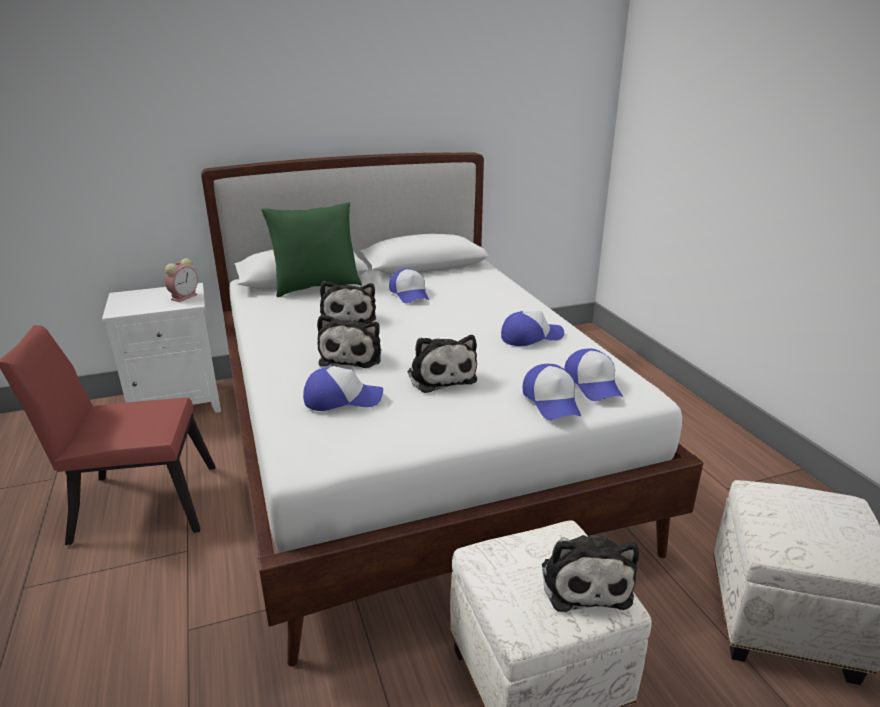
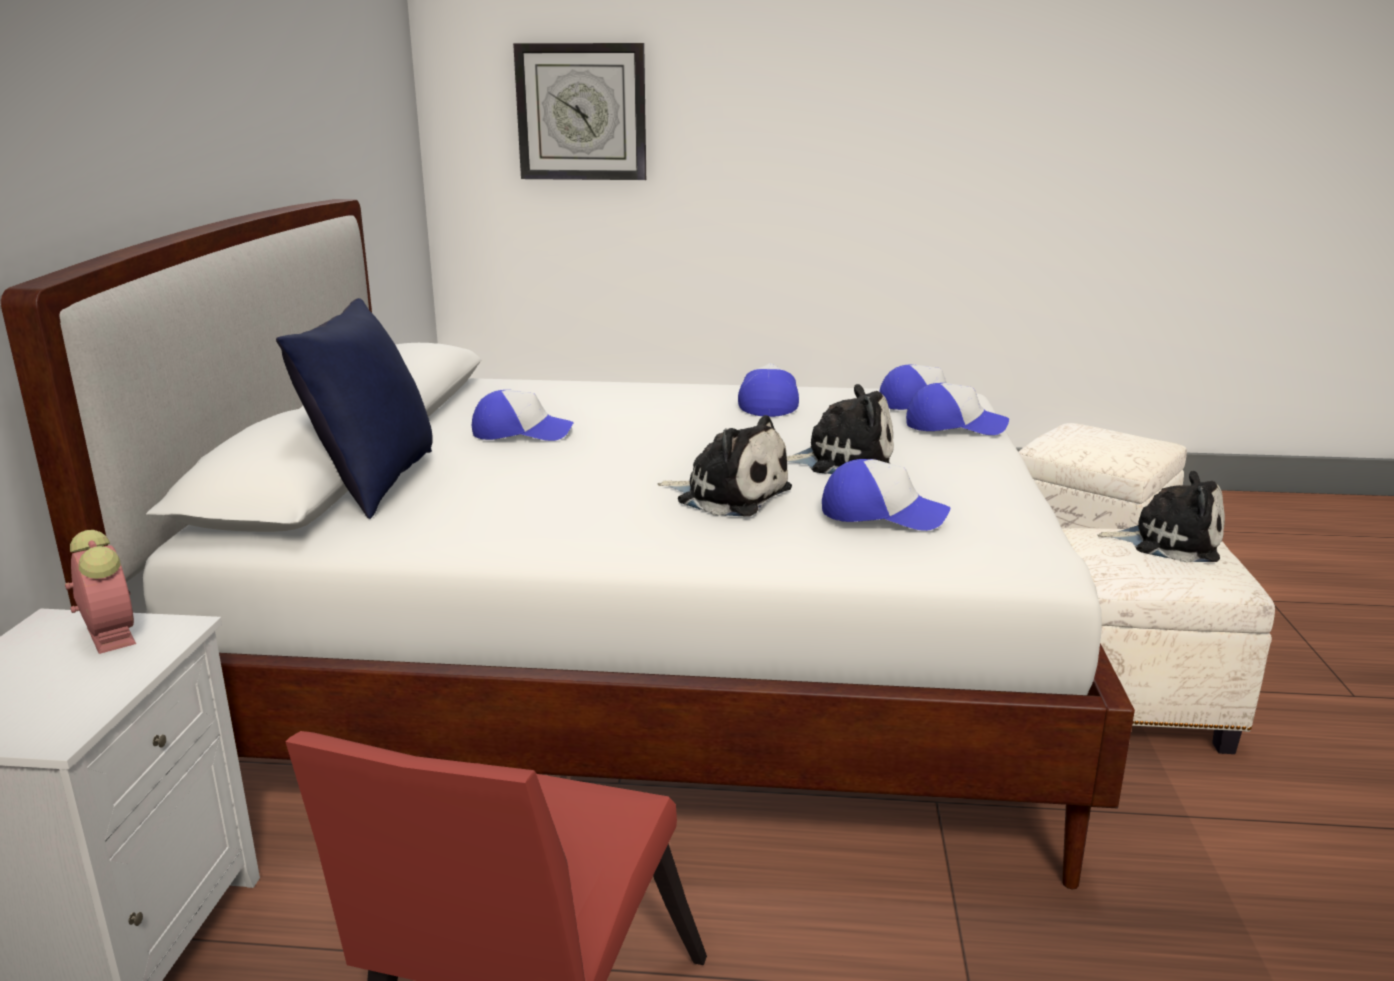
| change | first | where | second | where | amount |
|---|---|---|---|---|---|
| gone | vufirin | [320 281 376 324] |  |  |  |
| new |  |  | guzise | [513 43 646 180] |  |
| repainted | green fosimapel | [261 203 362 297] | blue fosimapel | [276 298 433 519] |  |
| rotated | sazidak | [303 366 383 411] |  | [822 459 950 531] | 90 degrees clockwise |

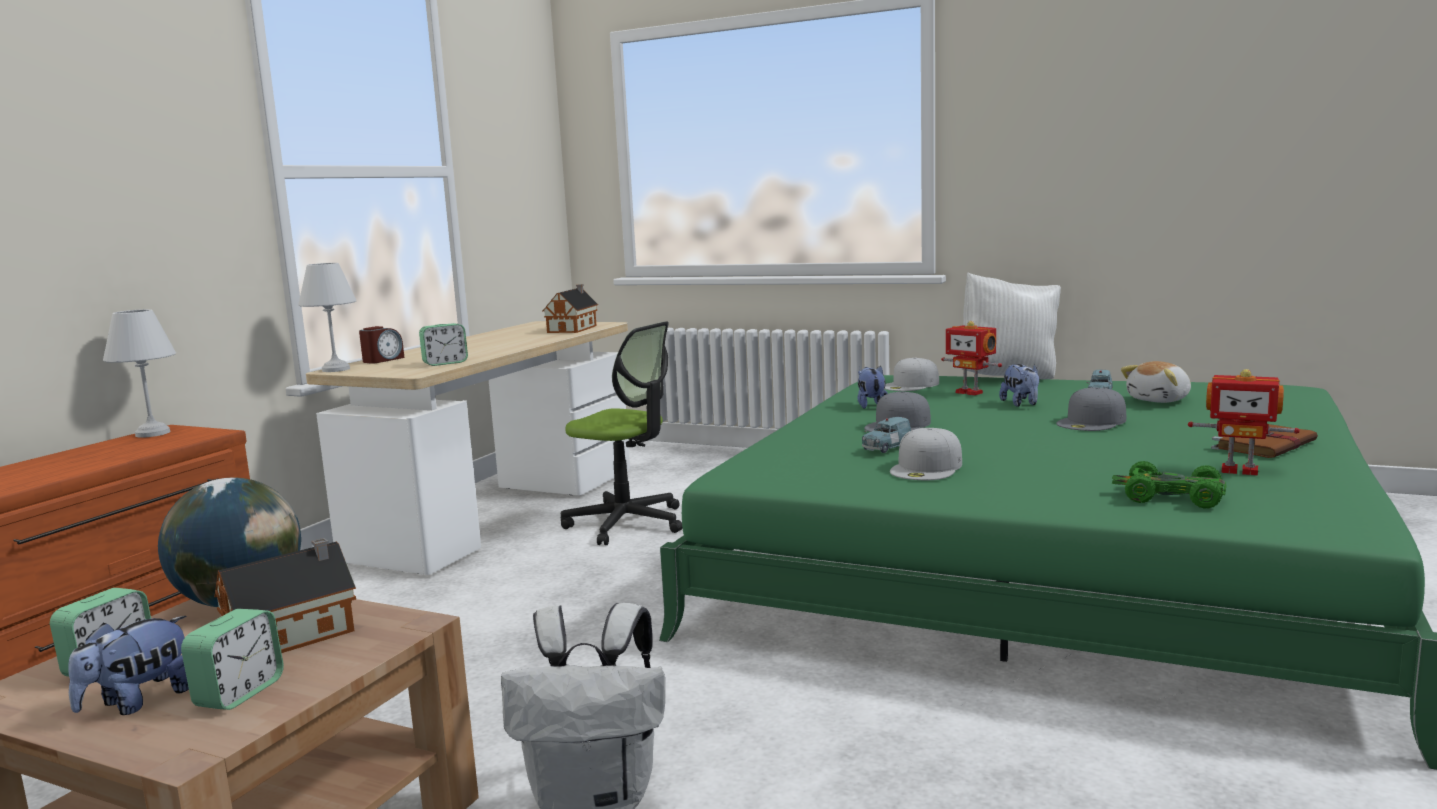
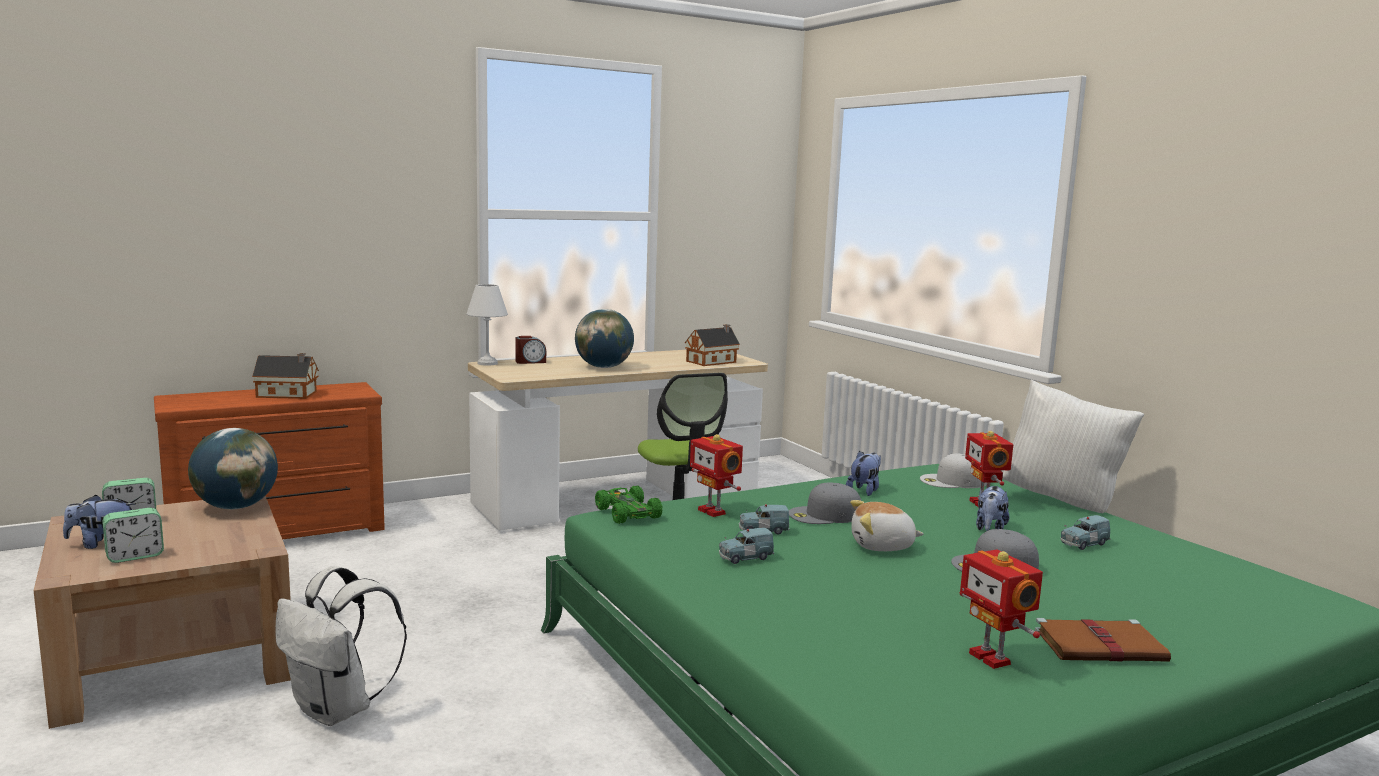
| change | first | where | second | where | amount |
|---|---|---|---|---|---|
| gone | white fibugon | [103 309 176 437] |  |  |  |
| gone | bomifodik | [419 323 468 366] |  |  |  |
| new |  |  | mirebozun | [575 309 634 368] |  |
| new |  |  | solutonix | [690 434 743 517] |  |
| shifted | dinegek | [214 538 356 653] |  | [252 353 319 399] |  |
| shifted | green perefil | [1112 461 1226 509] |  | [595 485 663 524] |  |
| shifted | vufirin | [1121 361 1191 403] |  | [850 500 924 551] |  |
| swapped | white sazidak | [890 428 962 480] | blue perefil | [719 528 774 564] |  |

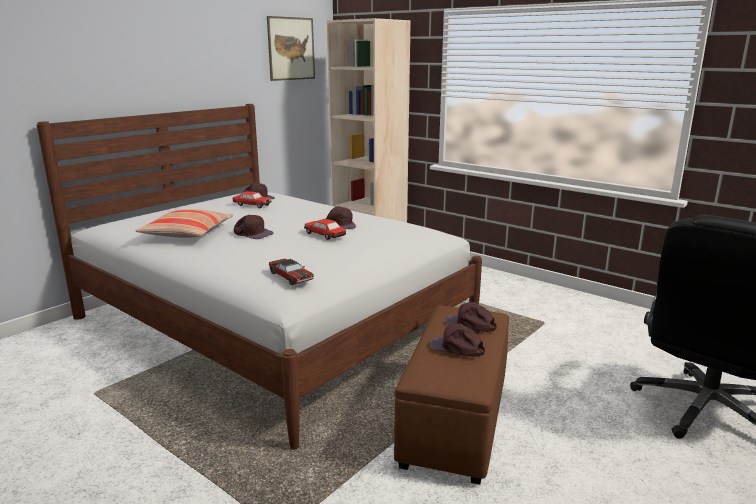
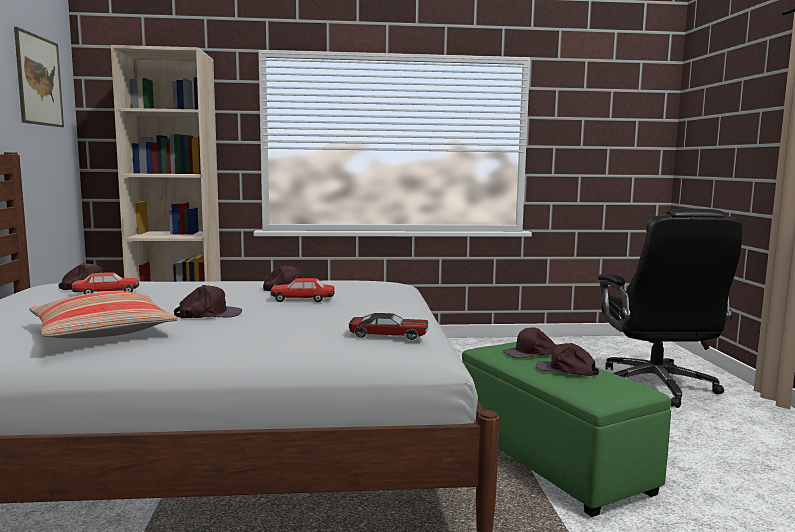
| change | first | where | second | where | amount |
|---|---|---|---|---|---|
| repainted | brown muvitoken | [394 306 509 485] | green muvitoken | [462 342 671 517] |  |
| rotated | brown sazidak | [429 323 485 357] |  | [536 343 599 376] | 45 degrees clockwise |

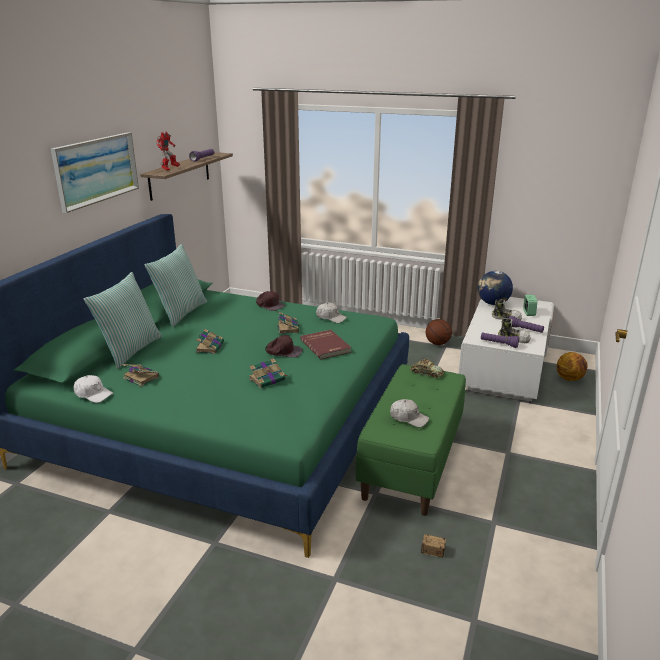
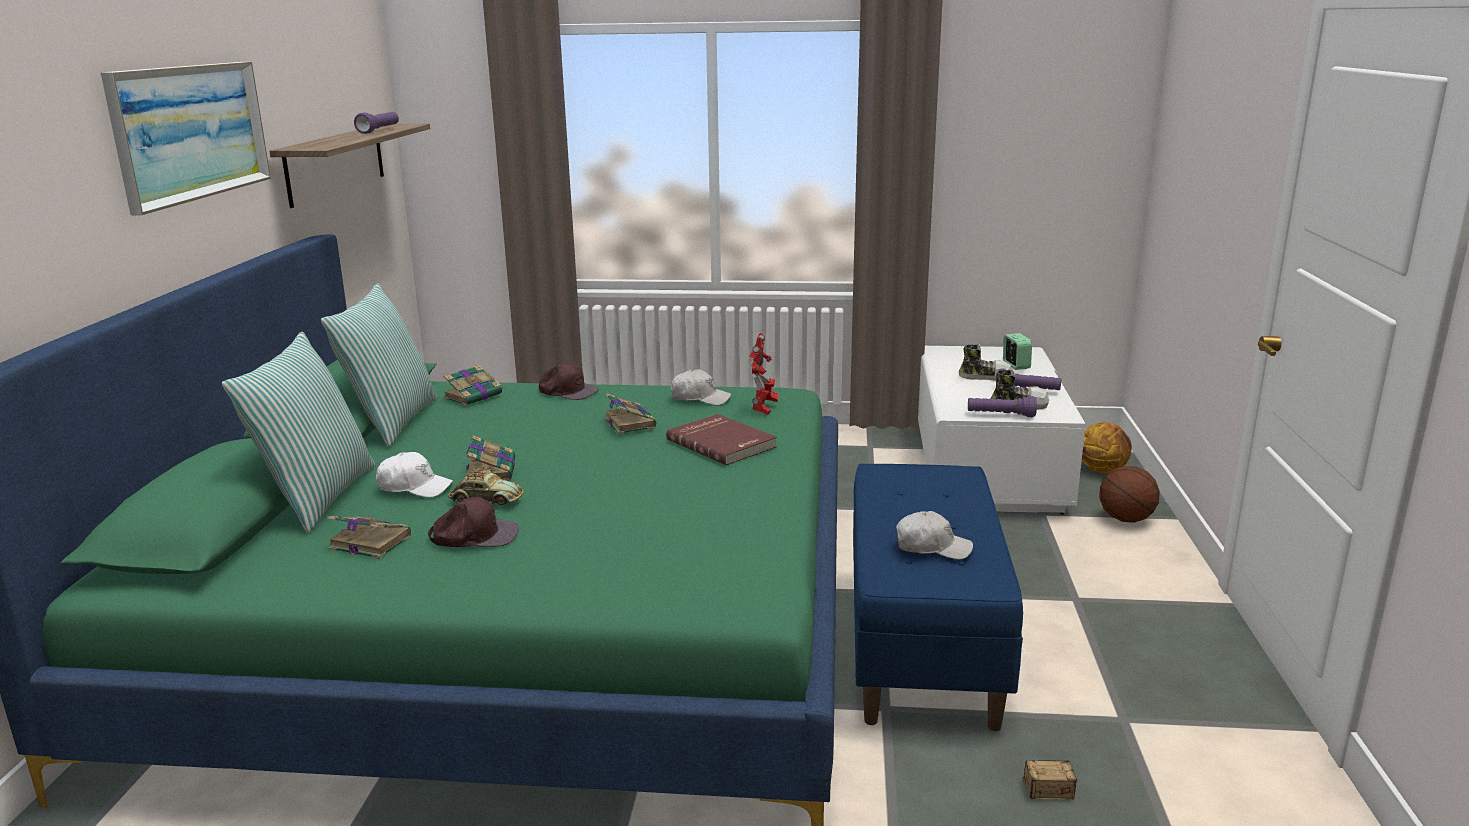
| change | first | where | second | where | amount |
|---|---|---|---|---|---|
| gone | mirebozun | [478 271 513 305] |  |  |  |
| shifted | white sazidak | [73 375 113 403] |  | [376 452 453 498] |  |
| shifted | solutonix | [156 131 180 170] |  | [749 333 779 415] |  |
| shifted | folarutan | [249 358 288 388] |  | [443 365 503 406] |  |
| shifted | brown sazidak | [265 335 303 358] |  | [428 497 519 547] |  |
| shifted | perefil | [410 358 444 378] |  | [448 467 524 506] |  |
| shifted | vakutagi | [425 319 452 345] |  | [1099 466 1160 523] |  |
| repainted | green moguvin | [356 364 466 516] | blue moguvin | [853 464 1023 731] |  |

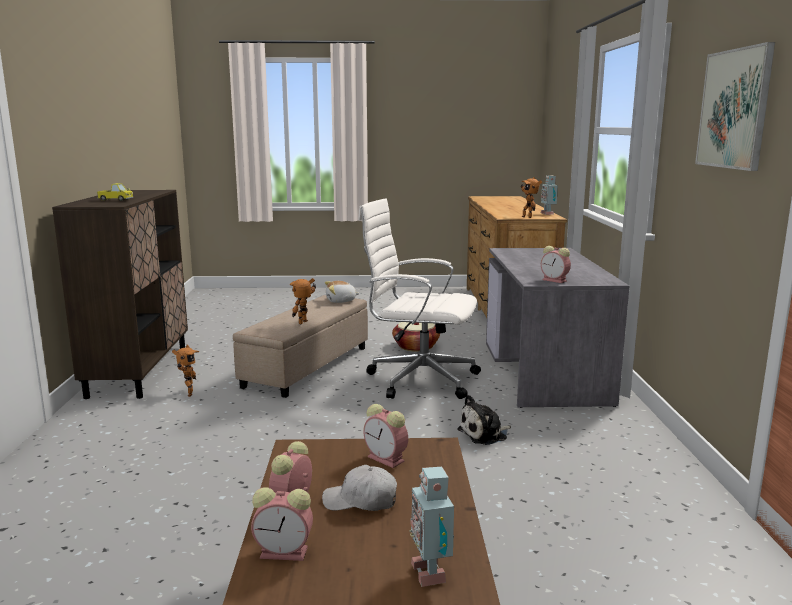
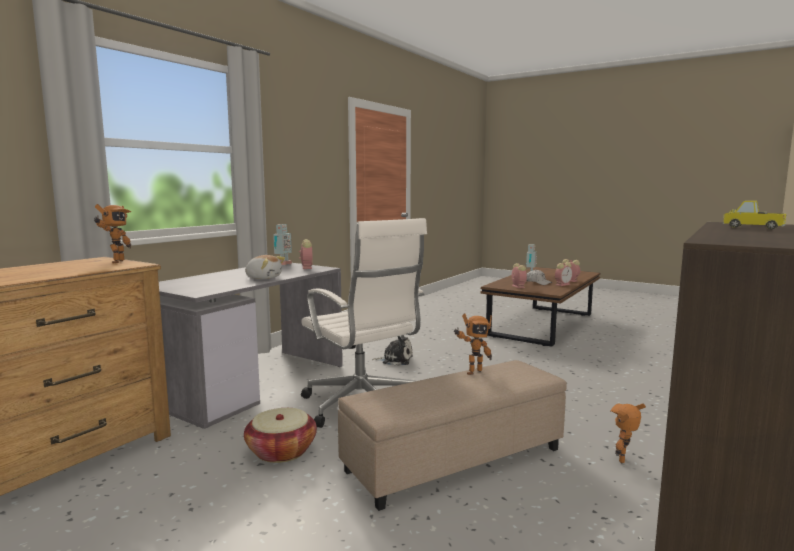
| change | first | where | second | where | amount |
|---|---|---|---|---|---|
| gone | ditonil | [695 42 775 171] |  |  |  |
| shifted | vufirin | [325 281 360 303] |  | [245 255 285 279] |  |
| shifted | solutonix | [541 175 558 215] |  | [273 224 292 265] |  |

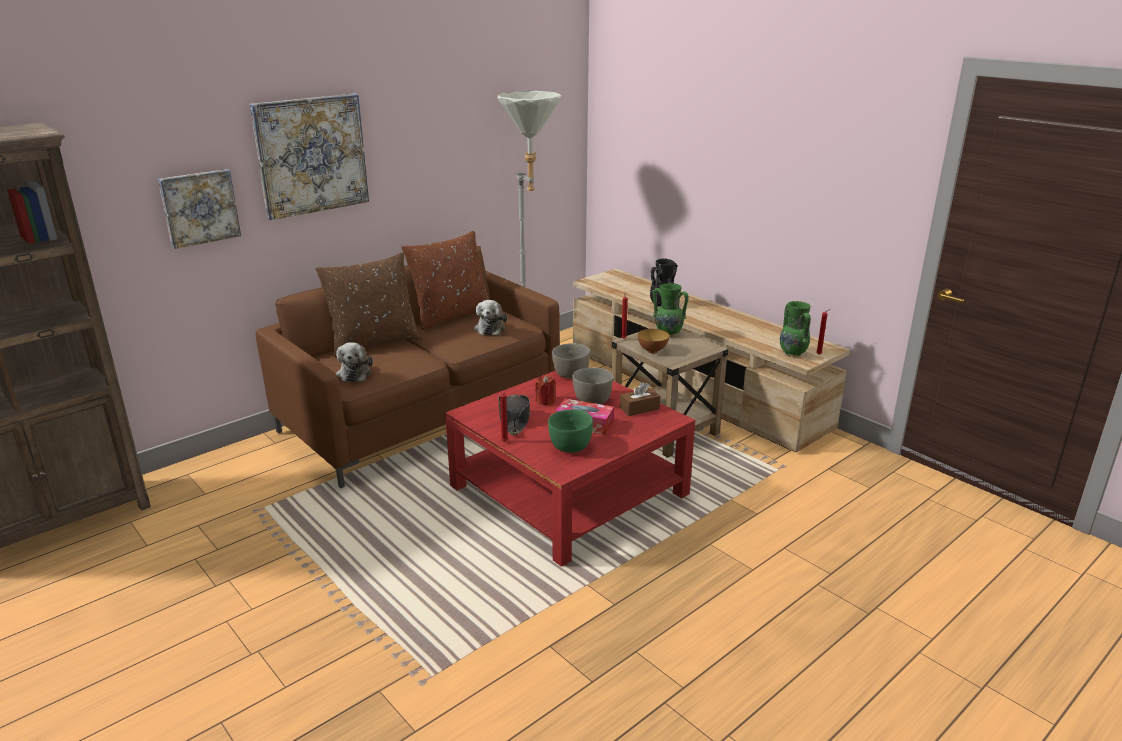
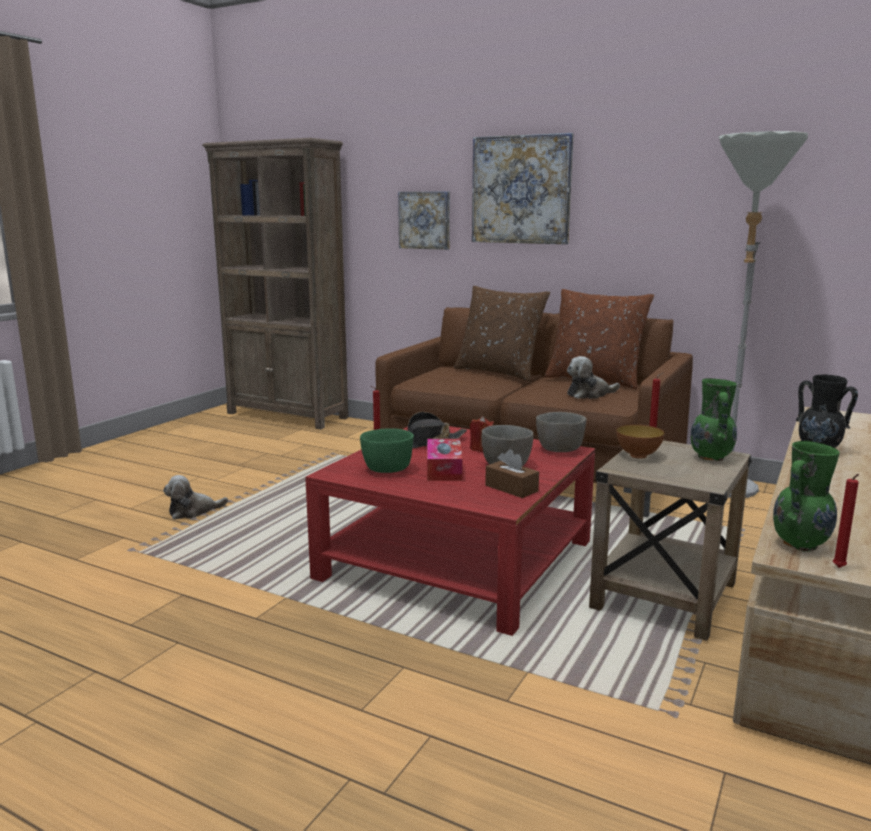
| change | first | where | second | where | amount |
|---|---|---|---|---|---|
| shifted | vufirin | [336 342 373 382] |  | [163 475 228 520] |  |

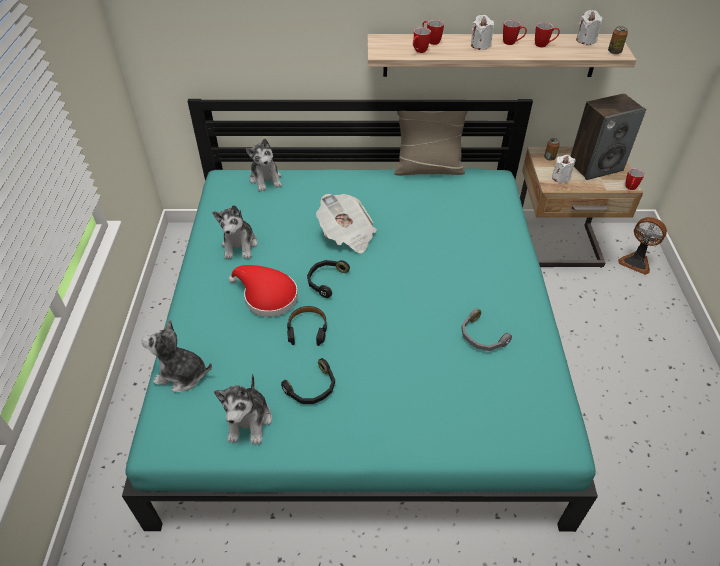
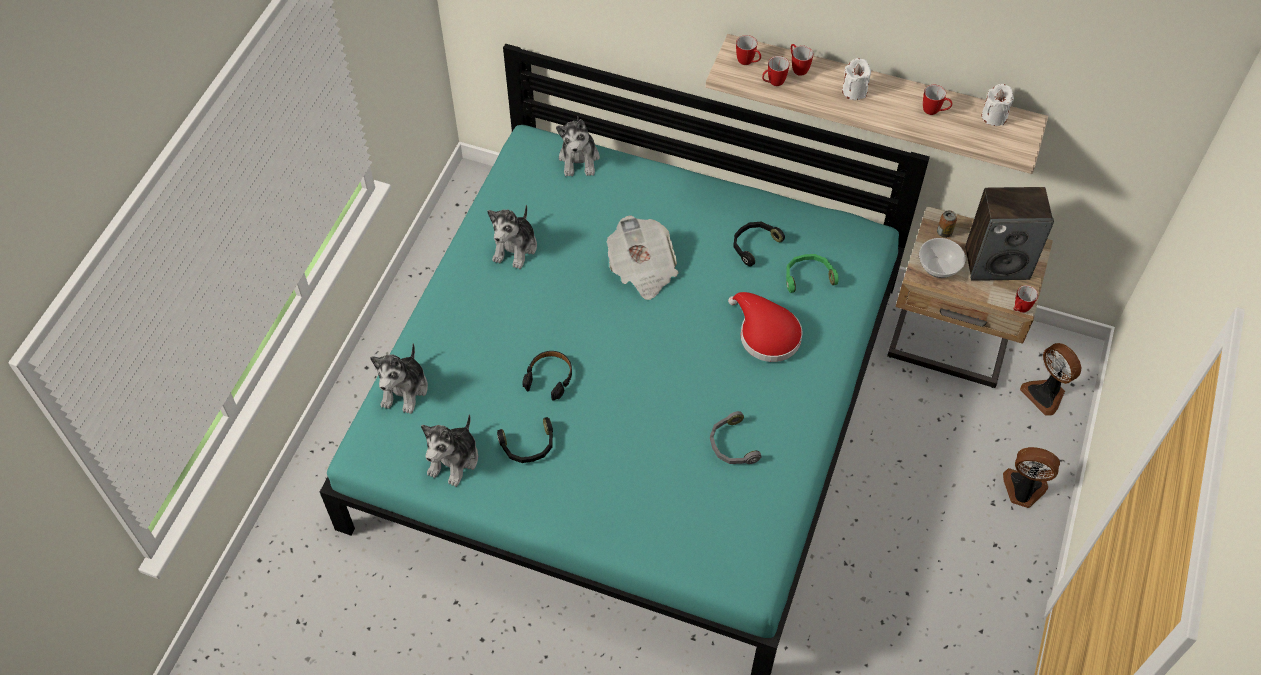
| change | first | where | second | where | amount |
|---|---|---|---|---|---|
| gone | beige fosimapel | [394 111 468 175] |  |  |  |
| gone | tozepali | [608 26 628 54] |  |  |  |
| new |  |  | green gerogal | [786 254 839 293] |  |
| new |  |  | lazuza | [1003 447 1060 508] |  |
| shifted | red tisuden | [229 265 298 317] |  | [728 292 803 362] |  |
| shifted | black gerogal | [307 260 350 298] |  | [733 222 785 267] |  |
| shifted | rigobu | [503 20 527 45] |  | [736 35 761 65] |  |
| swapped | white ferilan | [552 155 576 183] | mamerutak | [919 238 965 278] |  |
| rotated | vufirin | [142 320 212 392] |  | [370 343 428 414] | 105 degrees counterclockwise |

